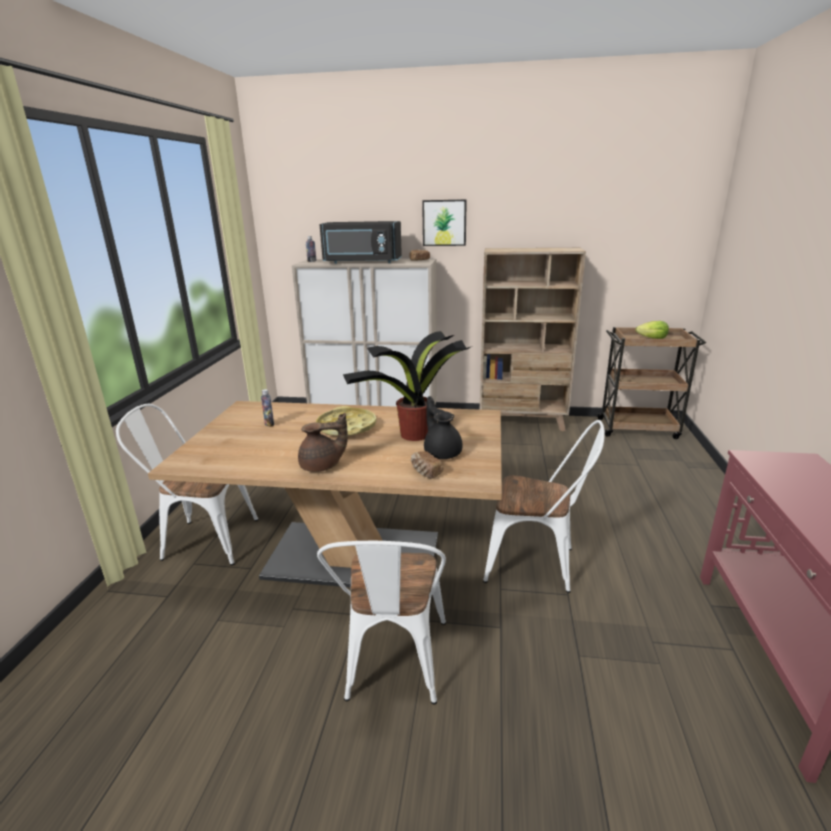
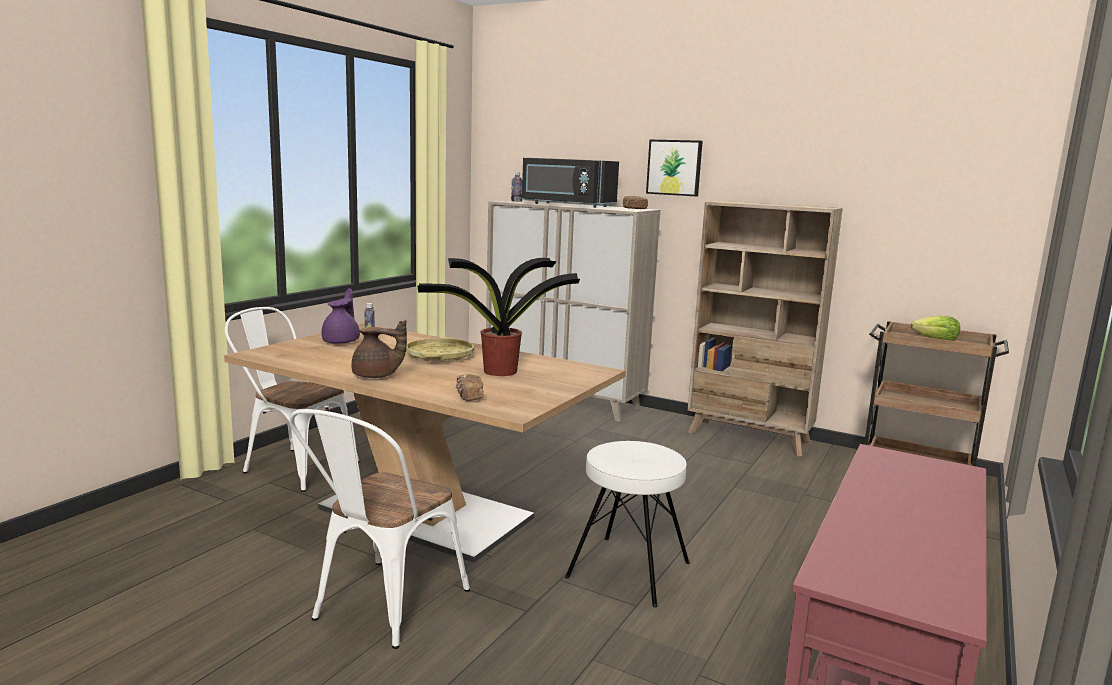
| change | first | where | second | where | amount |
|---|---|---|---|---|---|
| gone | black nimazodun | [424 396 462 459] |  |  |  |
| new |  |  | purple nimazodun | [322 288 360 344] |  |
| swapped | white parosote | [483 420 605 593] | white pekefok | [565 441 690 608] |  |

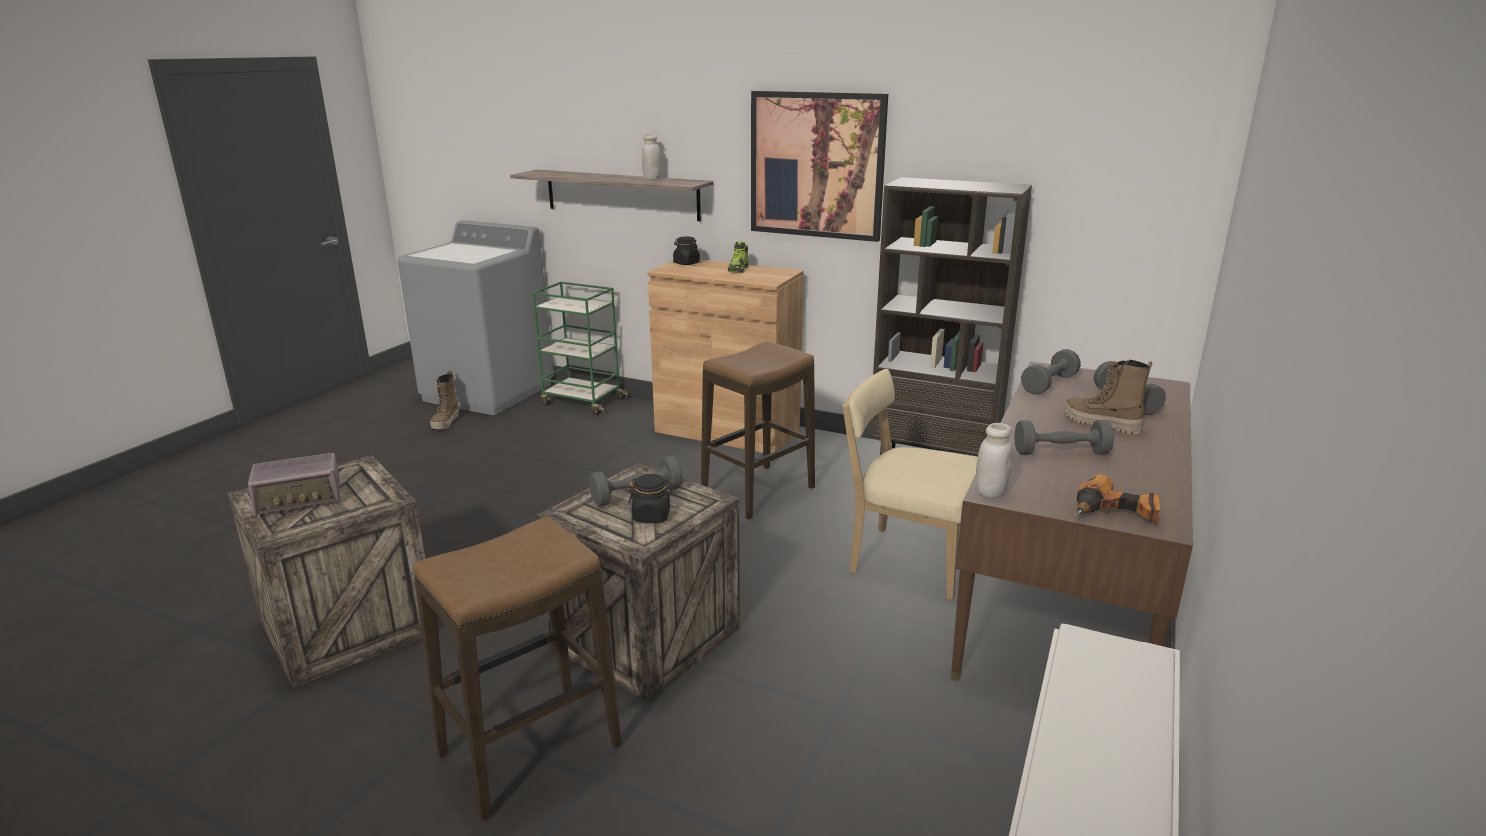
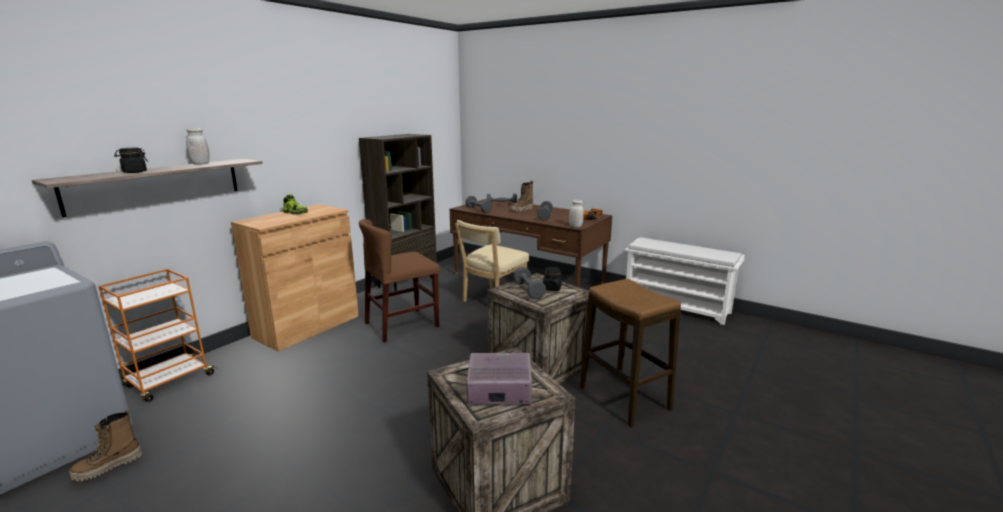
| change | first | where | second | where | amount |
|---|---|---|---|---|---|
| gone | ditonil | [751 91 888 242] |  |  |  |
| shifted | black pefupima | [673 237 700 265] |  | [114 148 148 173] |  |
| swapped | pekefok | [701 341 815 519] | brown parosote | [359 219 440 343] |  |
| repainted | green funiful | [532 282 628 415] | orange funiful | [99 269 217 402] |  |
| rotated | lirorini | [248 453 340 515] |  | [467 353 532 405] | 75 degrees counterclockwise |
| rotated | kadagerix | [430 371 459 429] |  | [69 409 142 481] | 120 degrees clockwise |

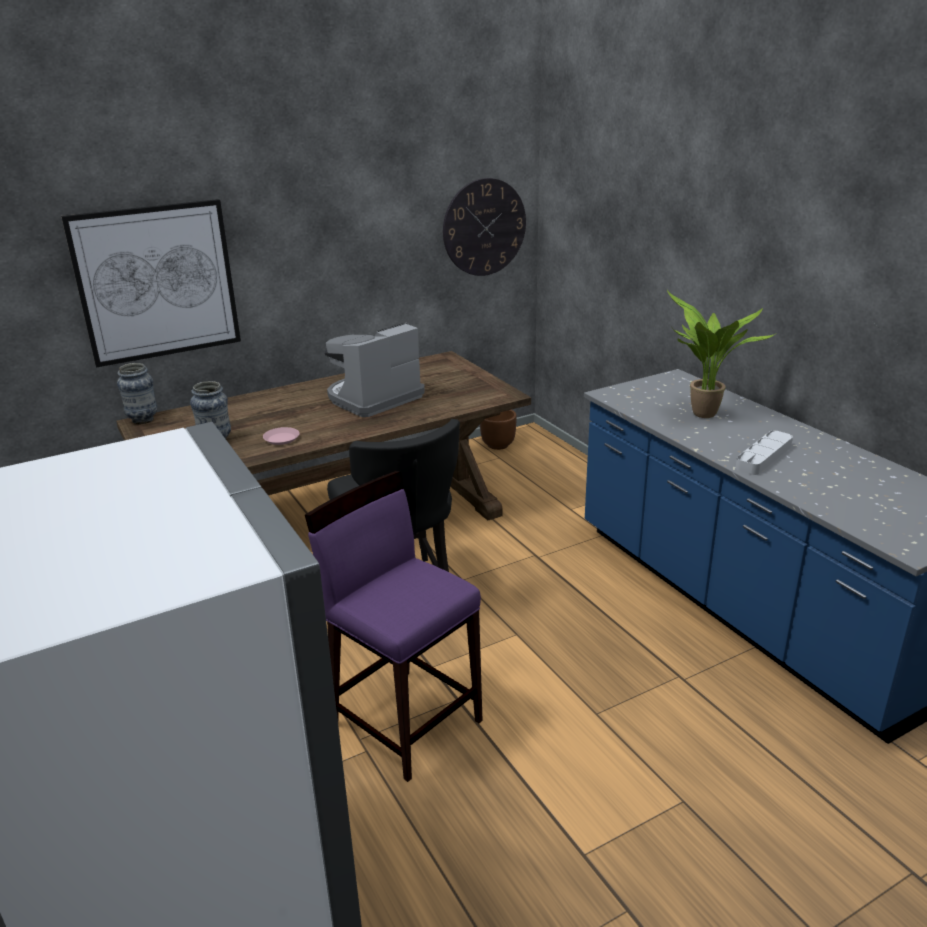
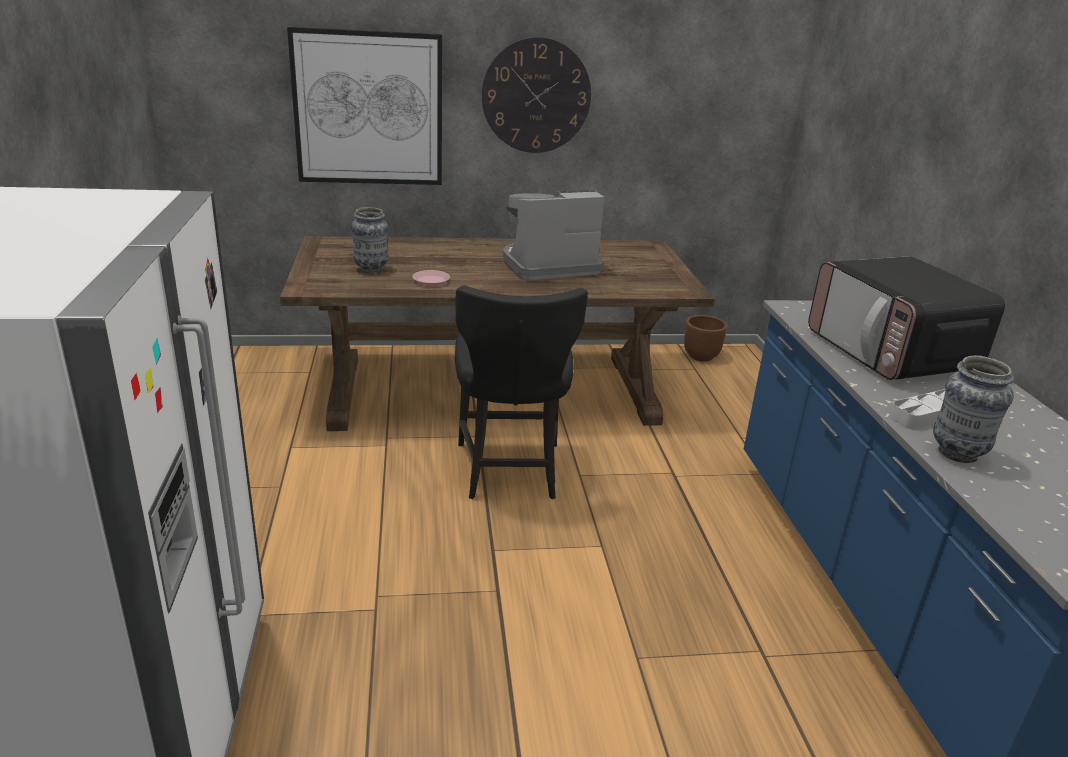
| change | first | where | second | where | amount |
|---|---|---|---|---|---|
| gone | purple pekefok | [305 471 483 782] |  |  |  |
| shifted | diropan | [117 363 157 424] |  | [933 356 1014 463] |  |
| shifted | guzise | [443 178 526 276] |  | [482 37 591 153] |  |
| swapped | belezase | [667 290 775 418] | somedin | [808 256 1005 380] |  |

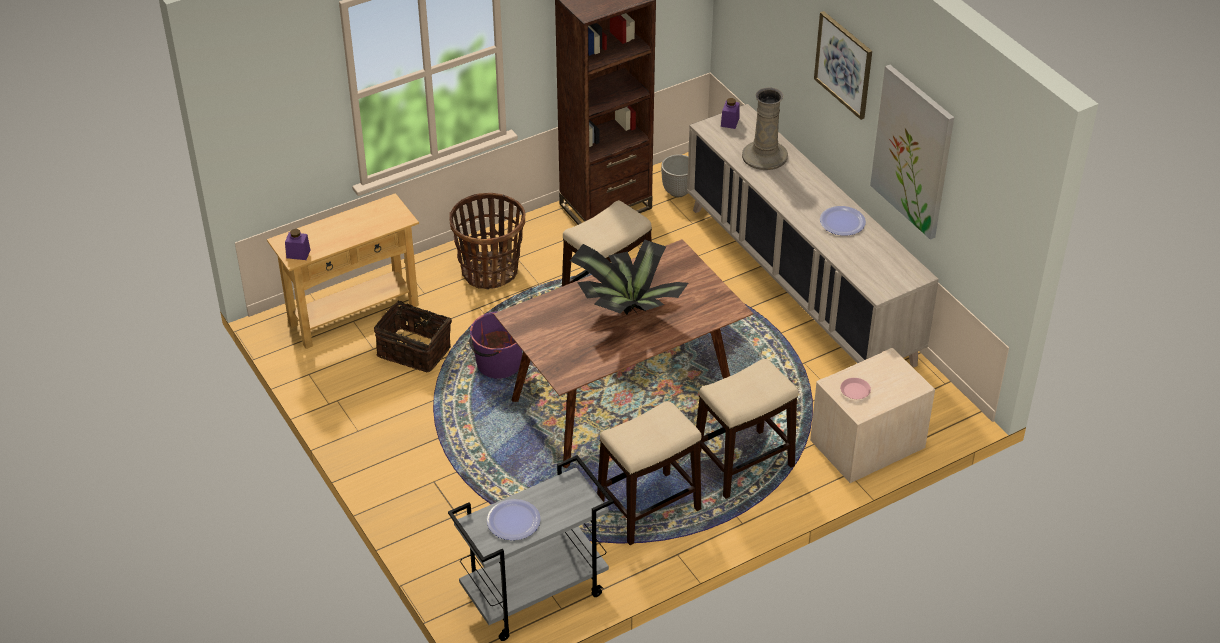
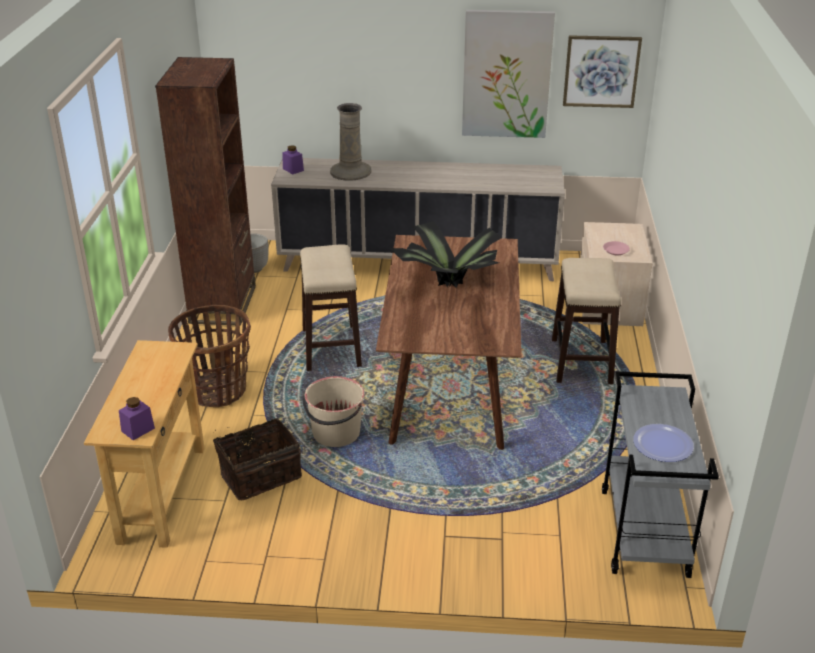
| change | first | where | second | where | amount |
|---|---|---|---|---|---|
| gone | pekefok | [597 401 702 545] |  |  |  |
| gone | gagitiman | [820 206 866 236] |  |  |  |
| shifted | ditonil | [814 11 872 120] |  | [563 35 642 108] |  |
| repainted | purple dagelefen | [469 311 522 379] | beige dagelefen | [303 376 365 447] |  |

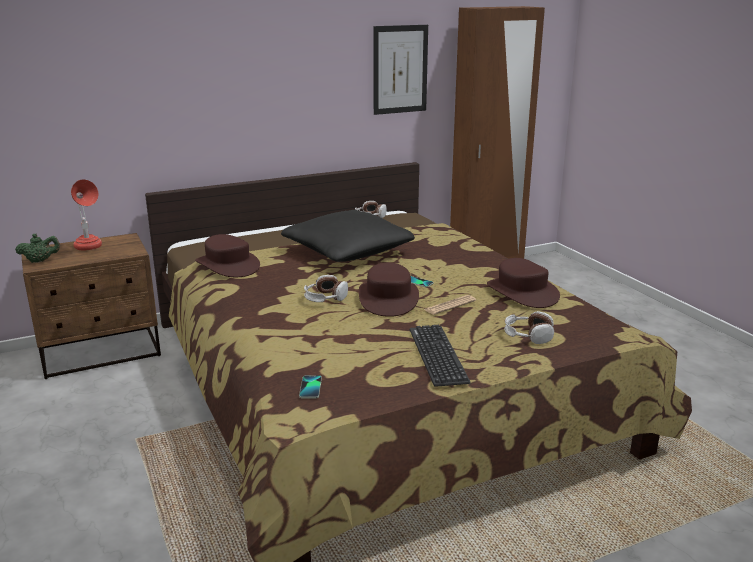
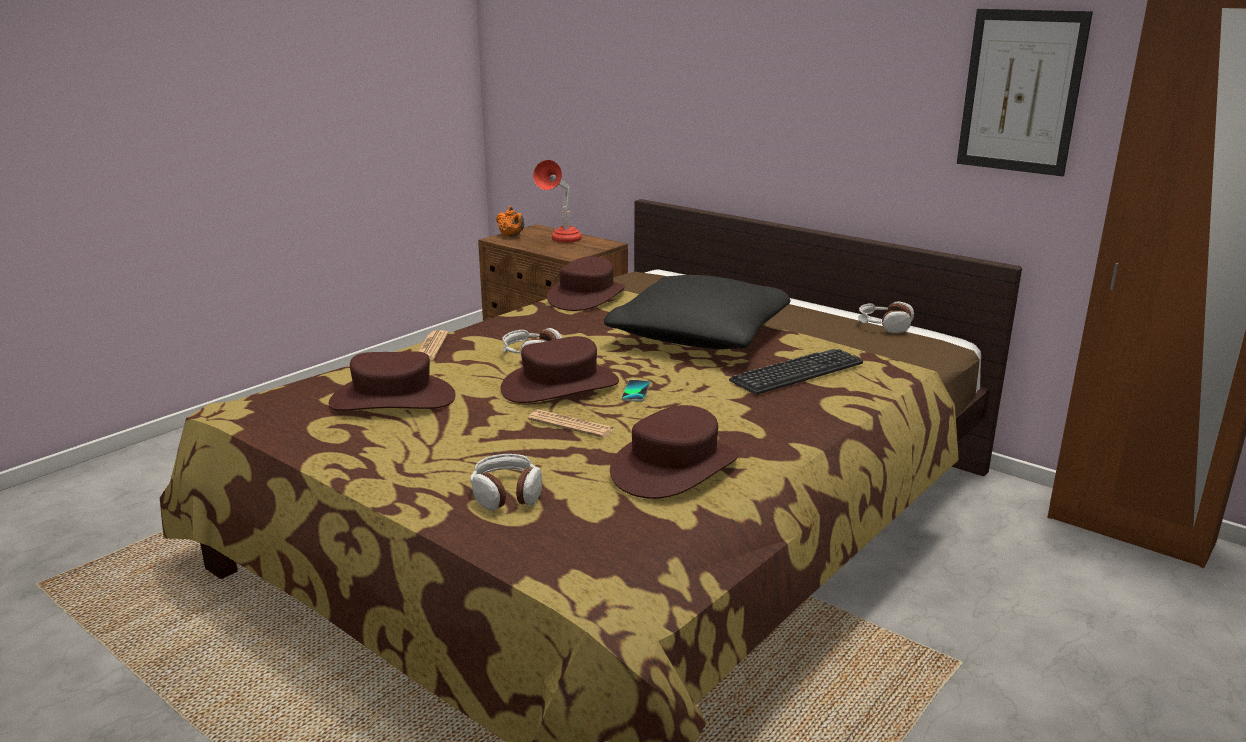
| change | first | where | second | where | amount |
|---|---|---|---|---|---|
| gone | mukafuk | [299 375 322 398] |  |  |  |
| new |  |  | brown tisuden | [329 351 456 411] |  |
| new |  |  | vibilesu | [418 330 449 360] |  |
| shifted | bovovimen | [410 325 471 387] |  | [729 349 863 395] |  |
| repainted | green nimazodun | [15 234 60 263] | orange nimazodun | [496 206 524 237] |  |

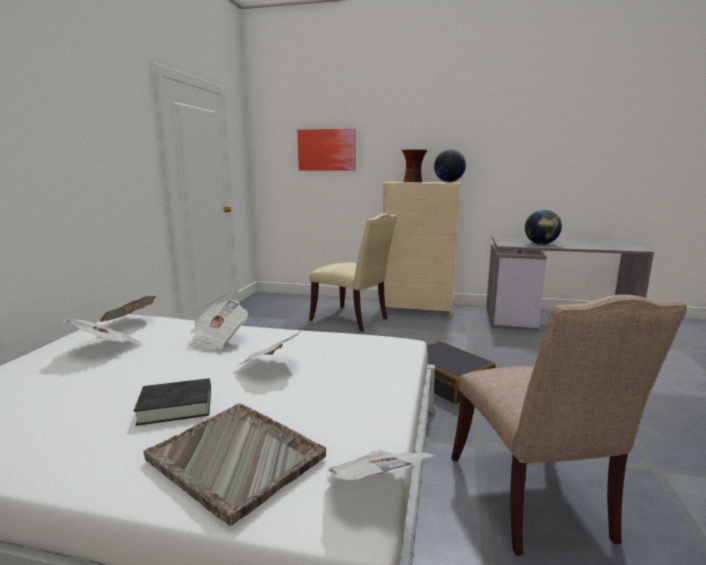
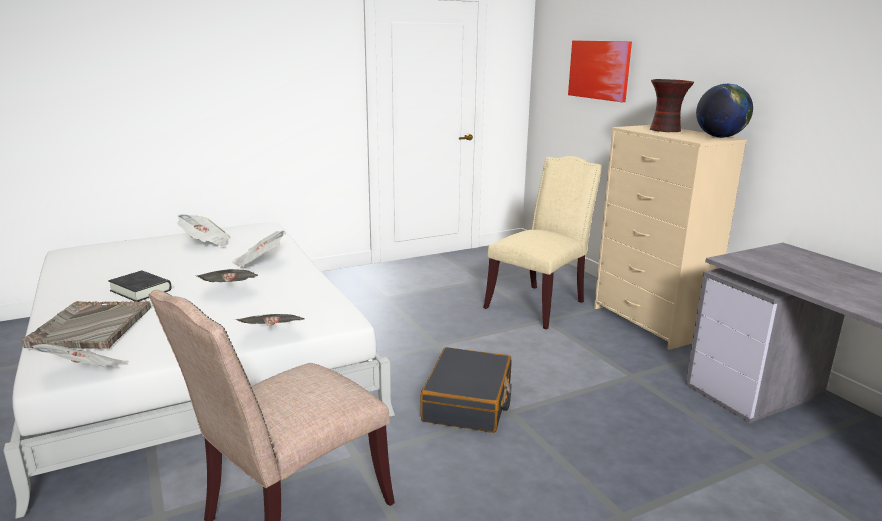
| change | first | where | second | where | amount |
|---|---|---|---|---|---|
| gone | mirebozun | [525 210 562 245] |  |  |  |
| shifted | vibilesu | [100 296 156 322] |  | [233 314 305 326] |  |
| rotated | beige parosote | [309 213 397 332] |  | [483 156 602 330] | 135 degrees counterclockwise |

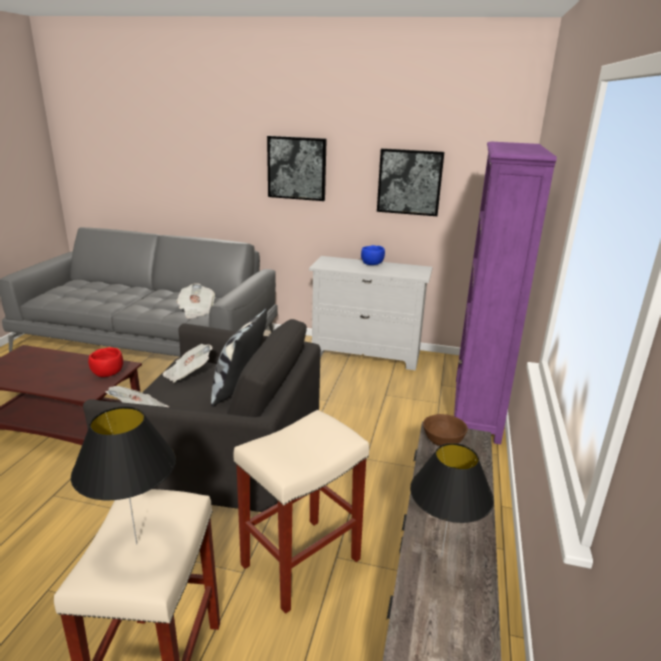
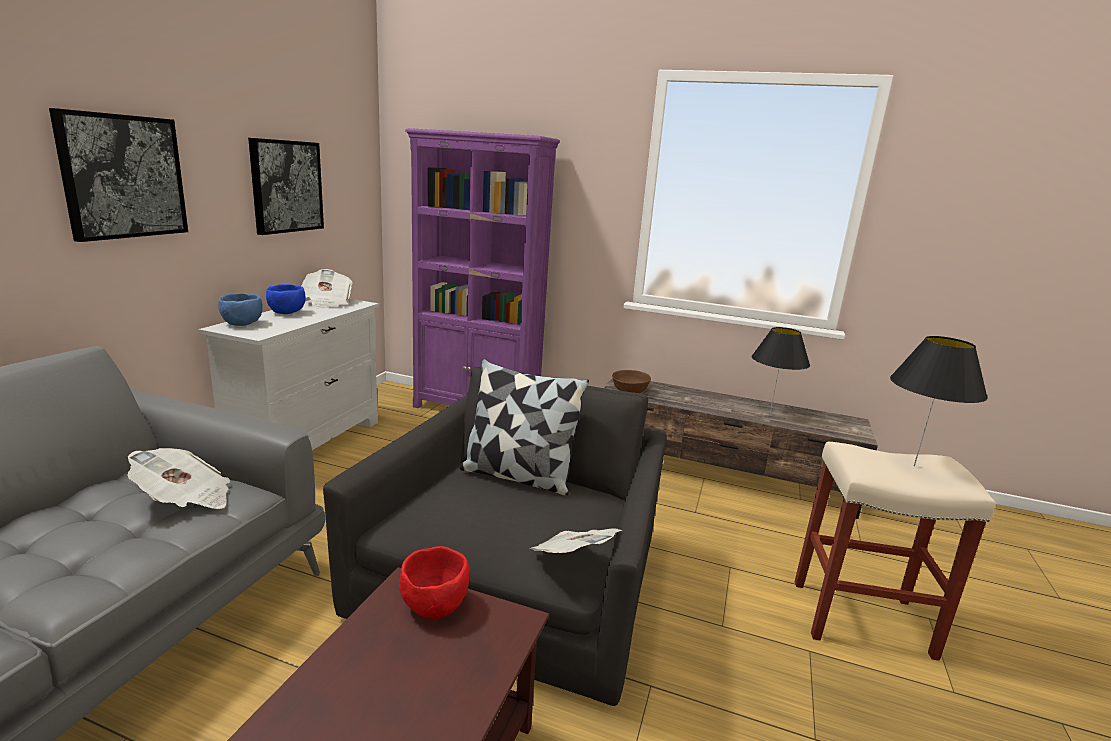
| change | first | where | second | where | amount |
|---|---|---|---|---|---|
| gone | beige pekefok | [233 410 369 614] |  |  |  |
| new |  |  | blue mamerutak | [218 293 263 326] |  |
| shifted | vibilesu | [163 344 213 383] |  | [301 269 352 309] |  |

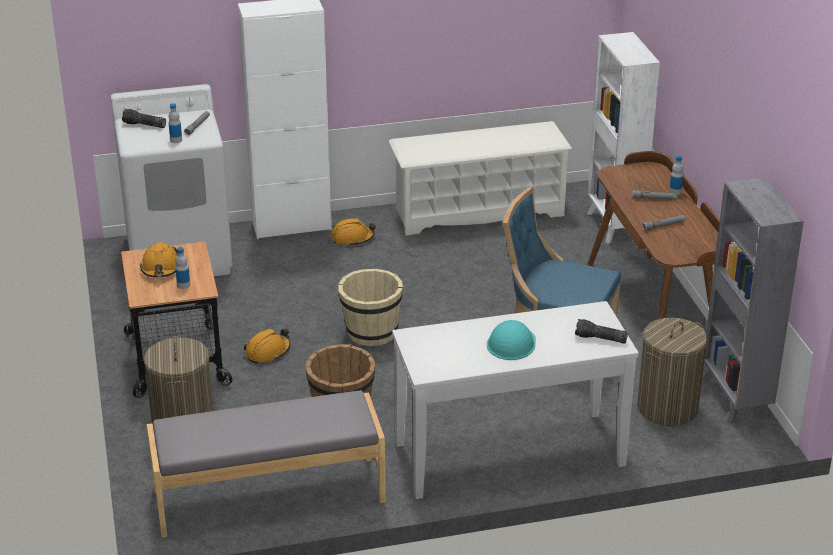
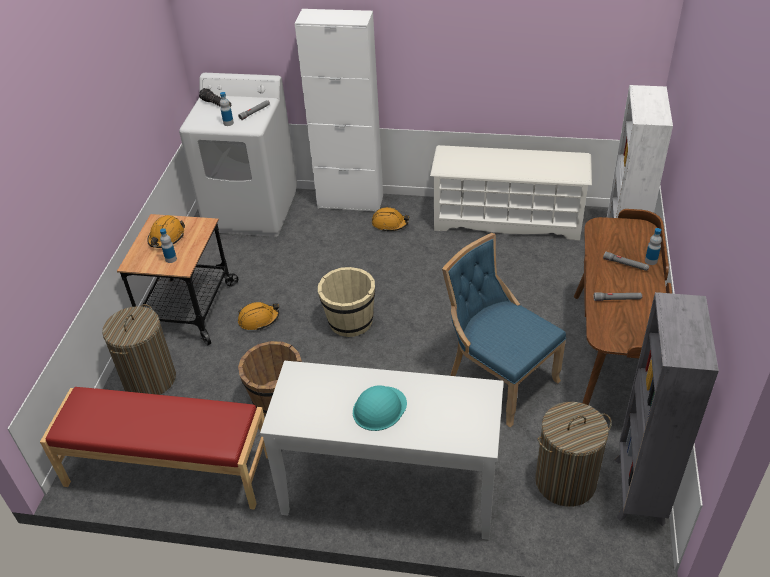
| change | first | where | second | where | amount |
|---|---|---|---|---|---|
| gone | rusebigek | [575 319 628 343] |  |  |  |
| repainted | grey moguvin | [147 390 386 538] | red moguvin | [40 387 268 510] |  |

